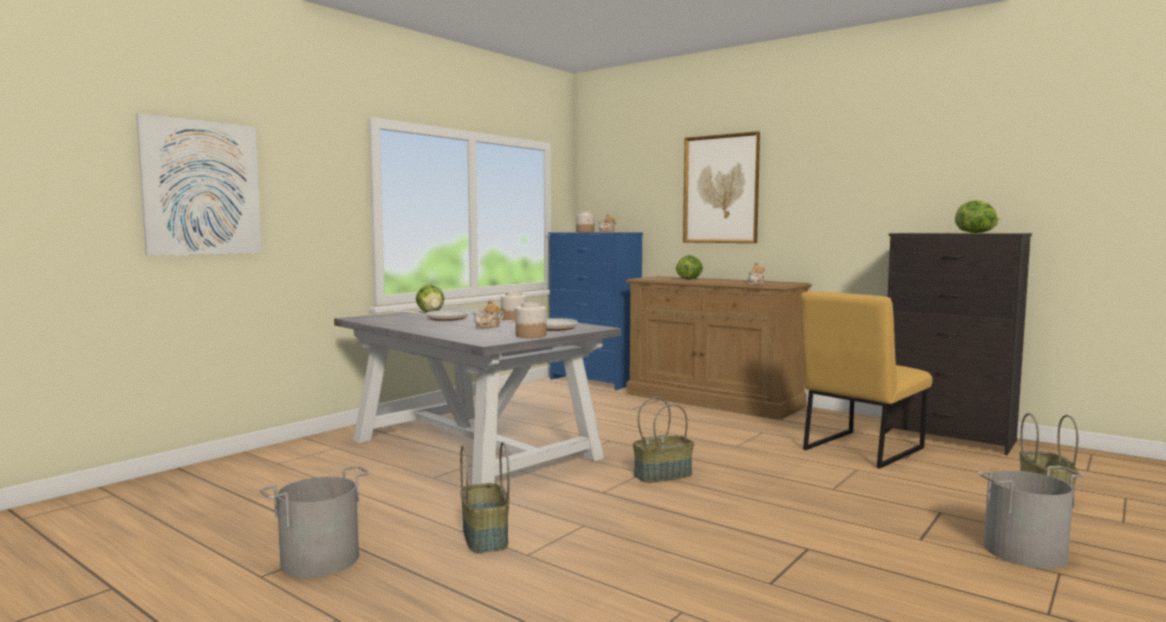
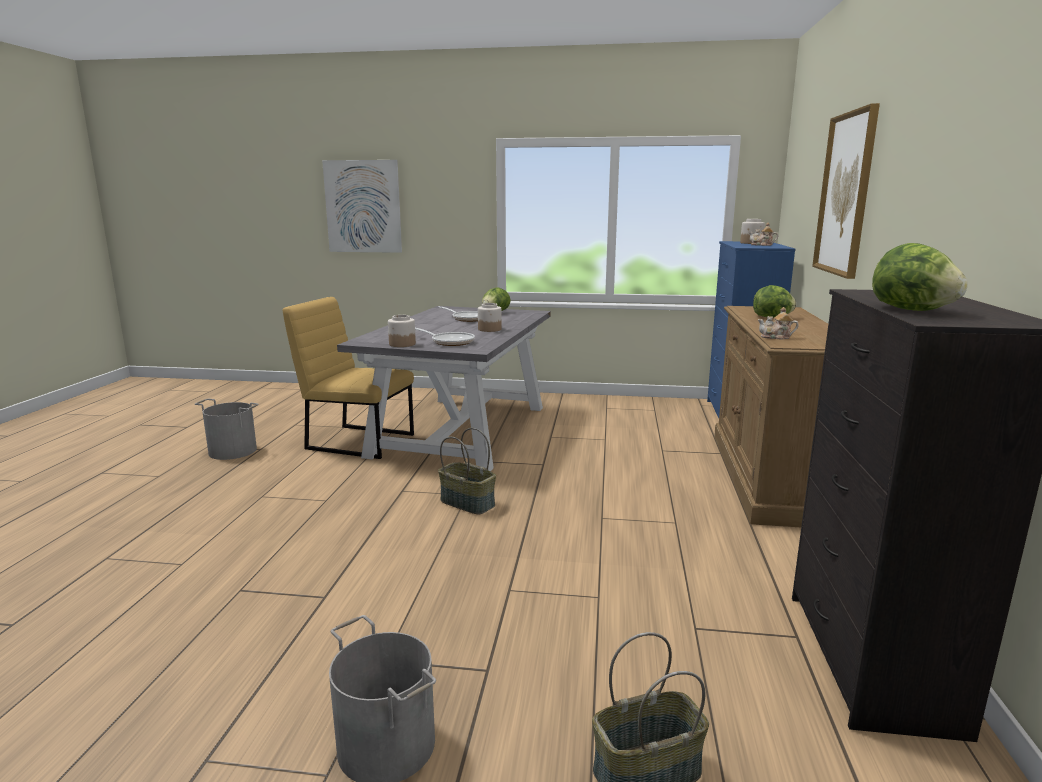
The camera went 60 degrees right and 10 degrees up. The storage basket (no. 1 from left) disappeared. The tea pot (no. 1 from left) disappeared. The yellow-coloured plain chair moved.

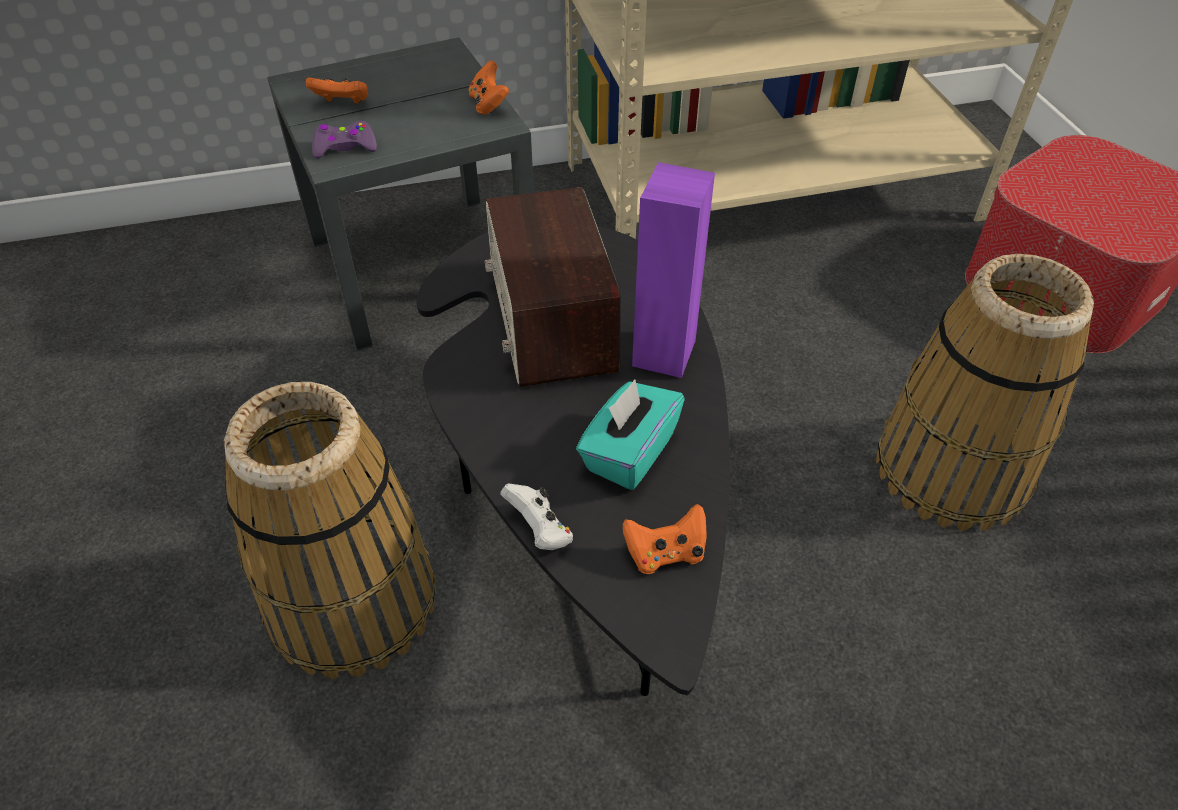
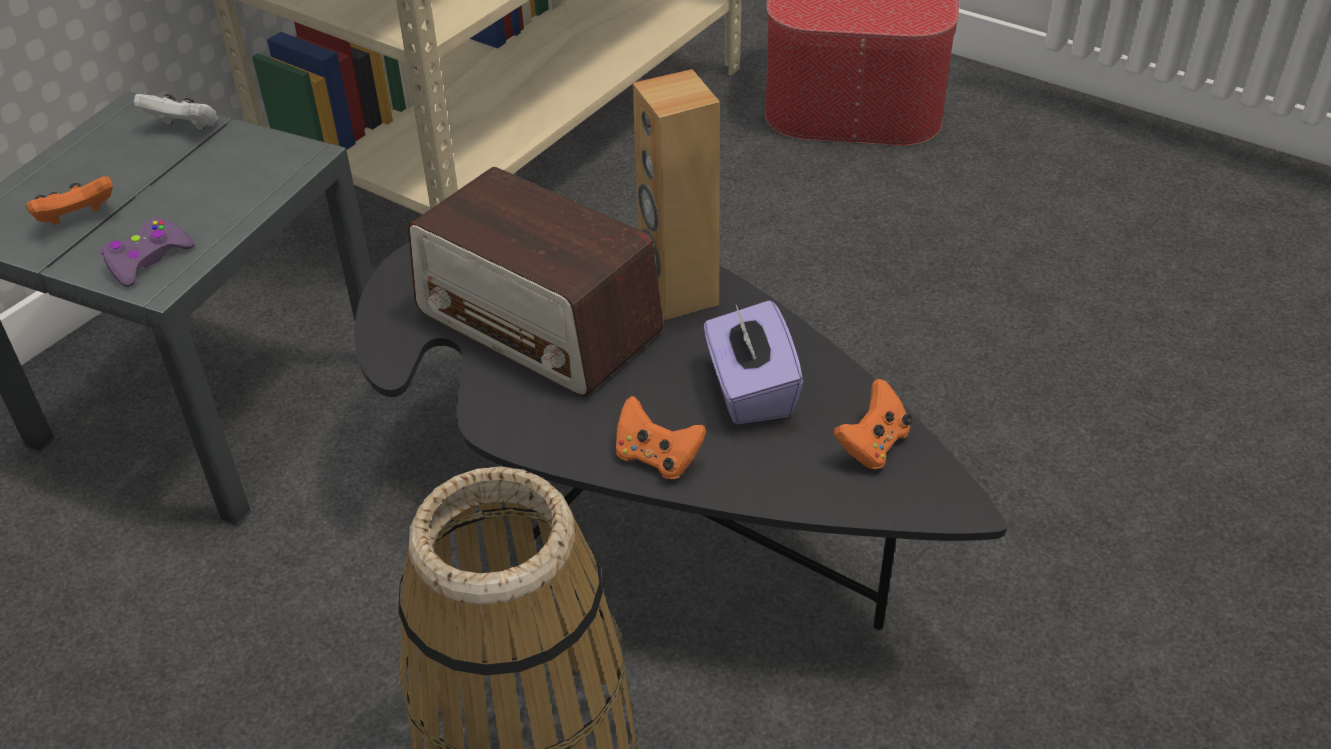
The camera went 40 degrees left and 5 degrees down. The orangey game controller (no. 2 from left) moved. The white-coloured game controller moved. The turquoise tissue box became the purple-coloured tissue box. The purple-coloured loudspeaker became the brown-coloured loudspeaker. The storage basket (no. 2 from left) disappeared.

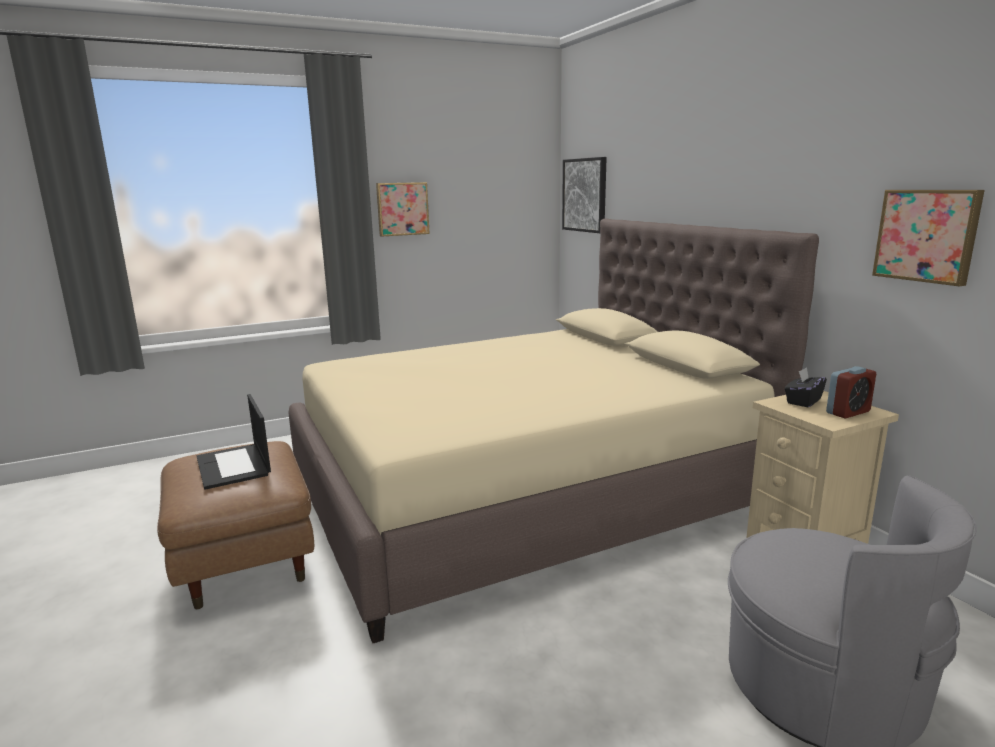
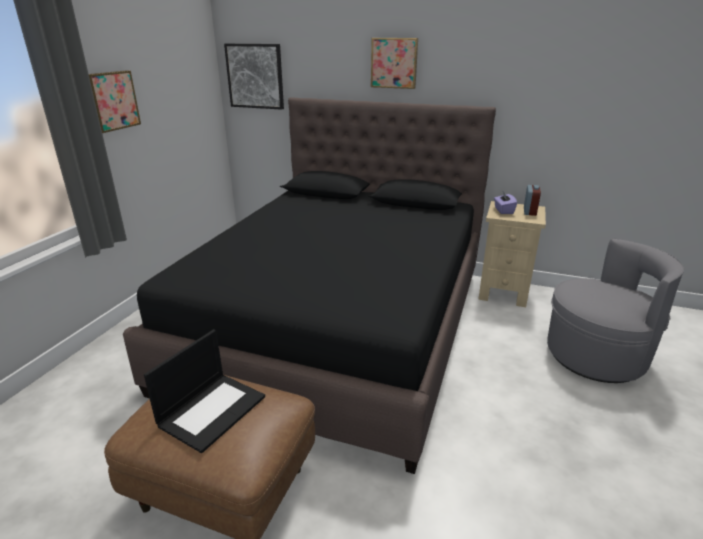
The camera went 45 degrees left and 10 degrees up. The laptop turned 75 degrees counterclockwise. The beige bed became the blackish bed. The blackish tissue box became the purple-coloured tissue box. The picture (no. 3 from left) moved.

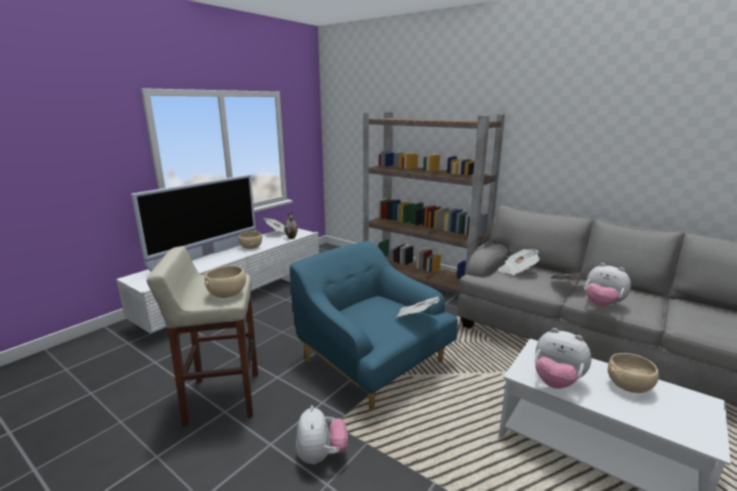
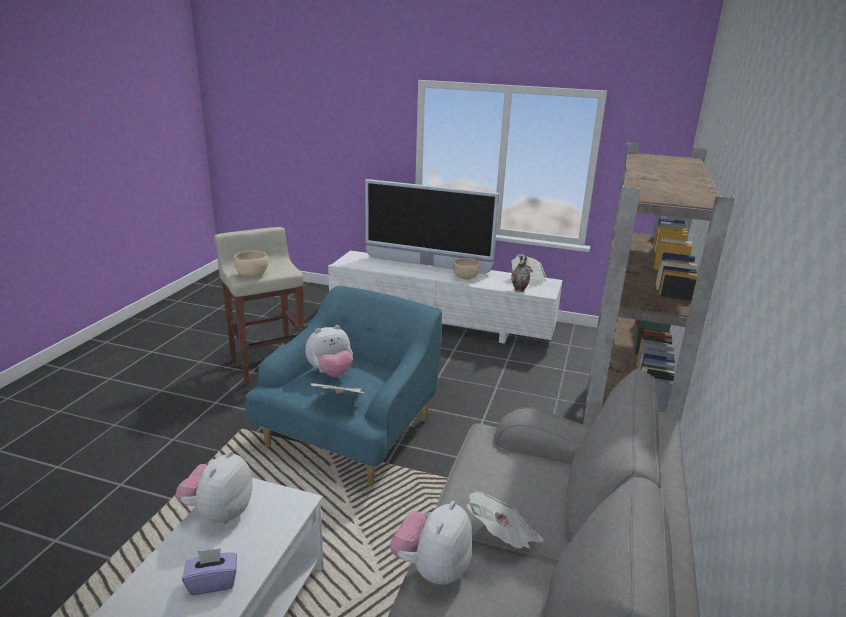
The camera went 70 degrees right and 5 degrees up. The cuddly toy (no. 1 from left in the first image) moved. The daily paper (no. 3 from left) disappeared. The beige bowl (no. 3 from left) was replaced by the purple-coloured tissue box.

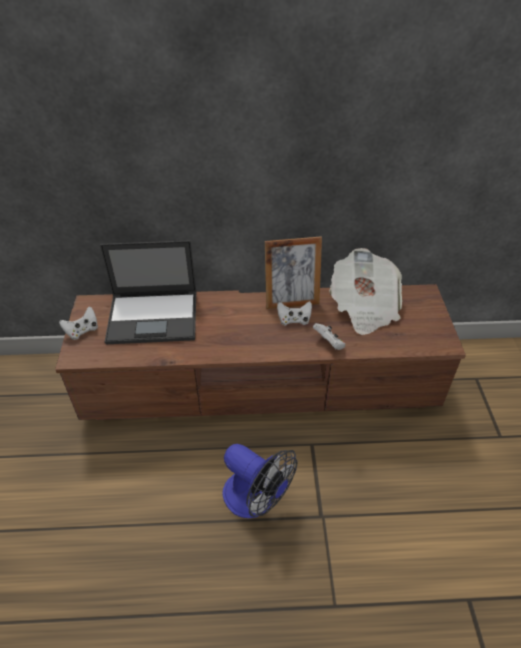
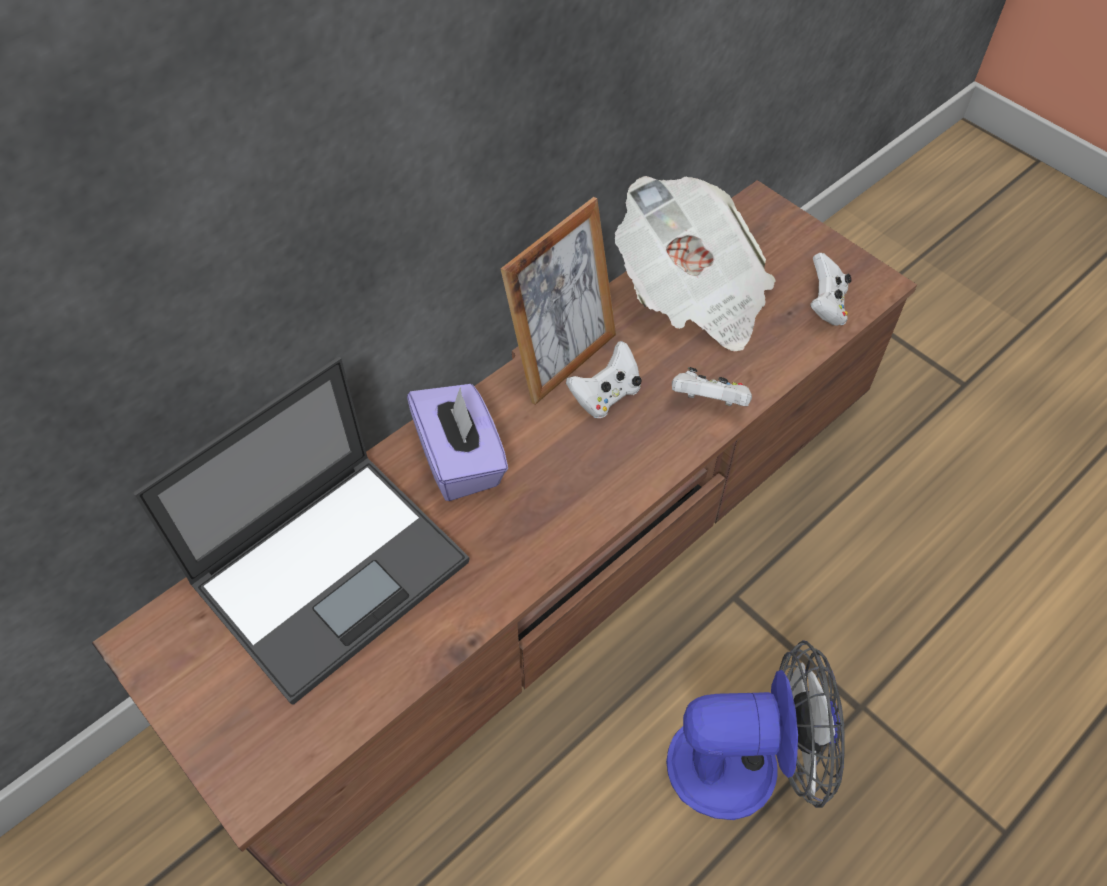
The camera went 40 degrees left and 10 degrees up. The white-coloured game controller (no. 1 from left in the first image) moved. The purple-coloured tissue box appeared.

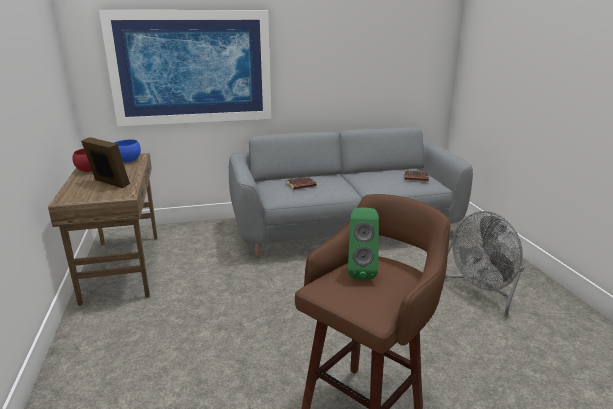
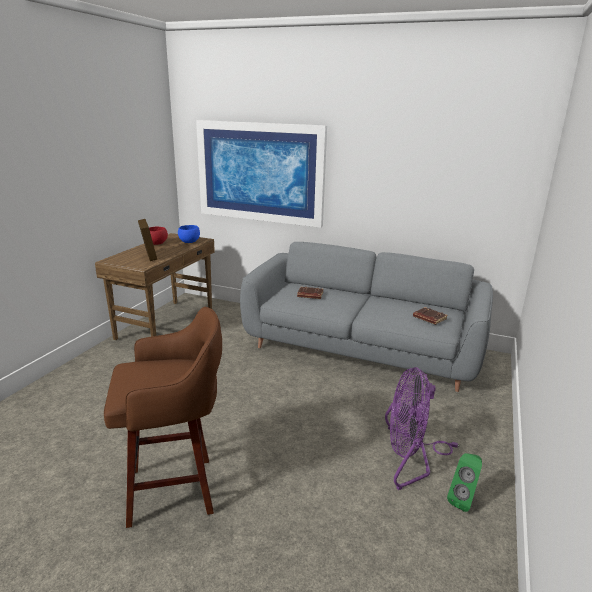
The camera went 35 degrees right and 0 degrees up. The greenish loudspeaker moved. The gray electric fan became the purple-coloured electric fan.

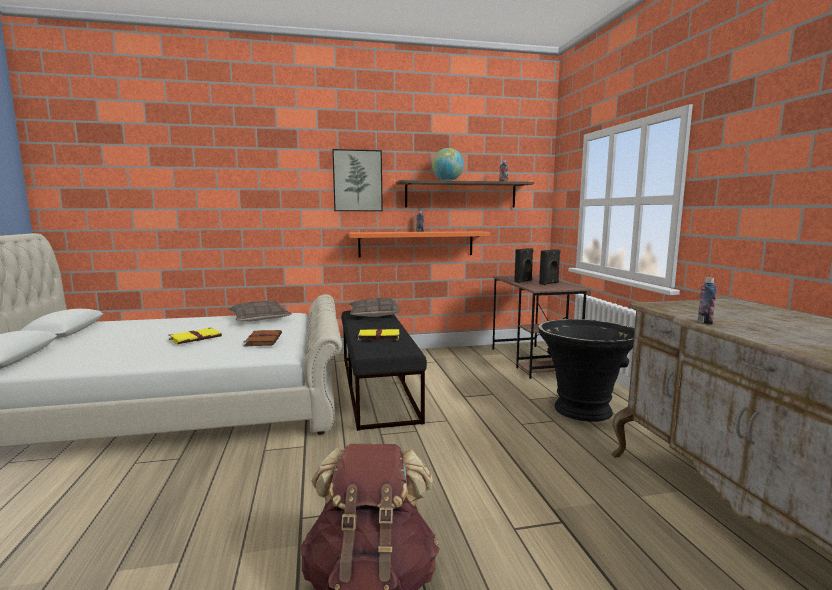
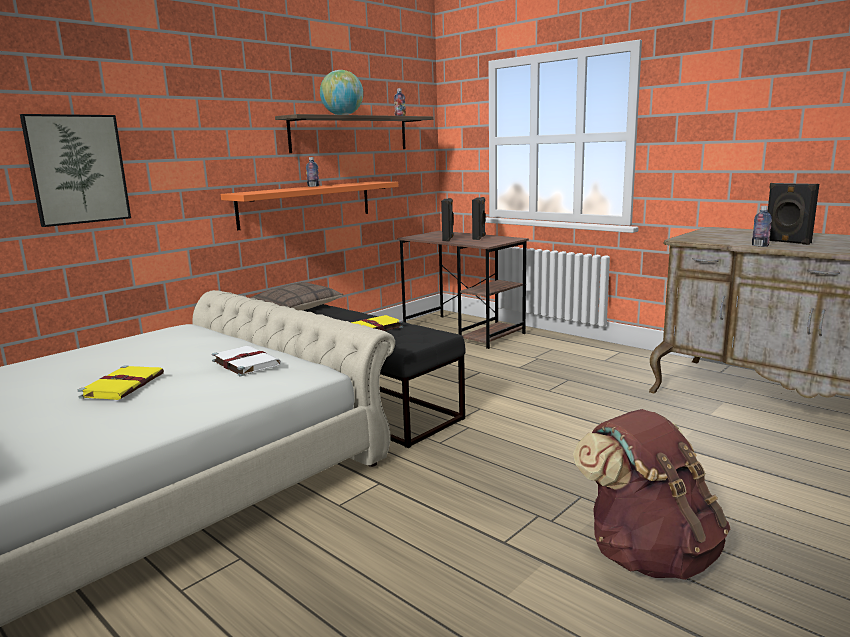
The camera went 35 degrees left and 5 degrees up. The pillow (no. 1 from left) disappeared. The brown-coloured bound book became the white-coloured bound book. The picture moved. The blackish plant pot disappeared. The blackish loudspeaker (no. 3 from left) appeared.

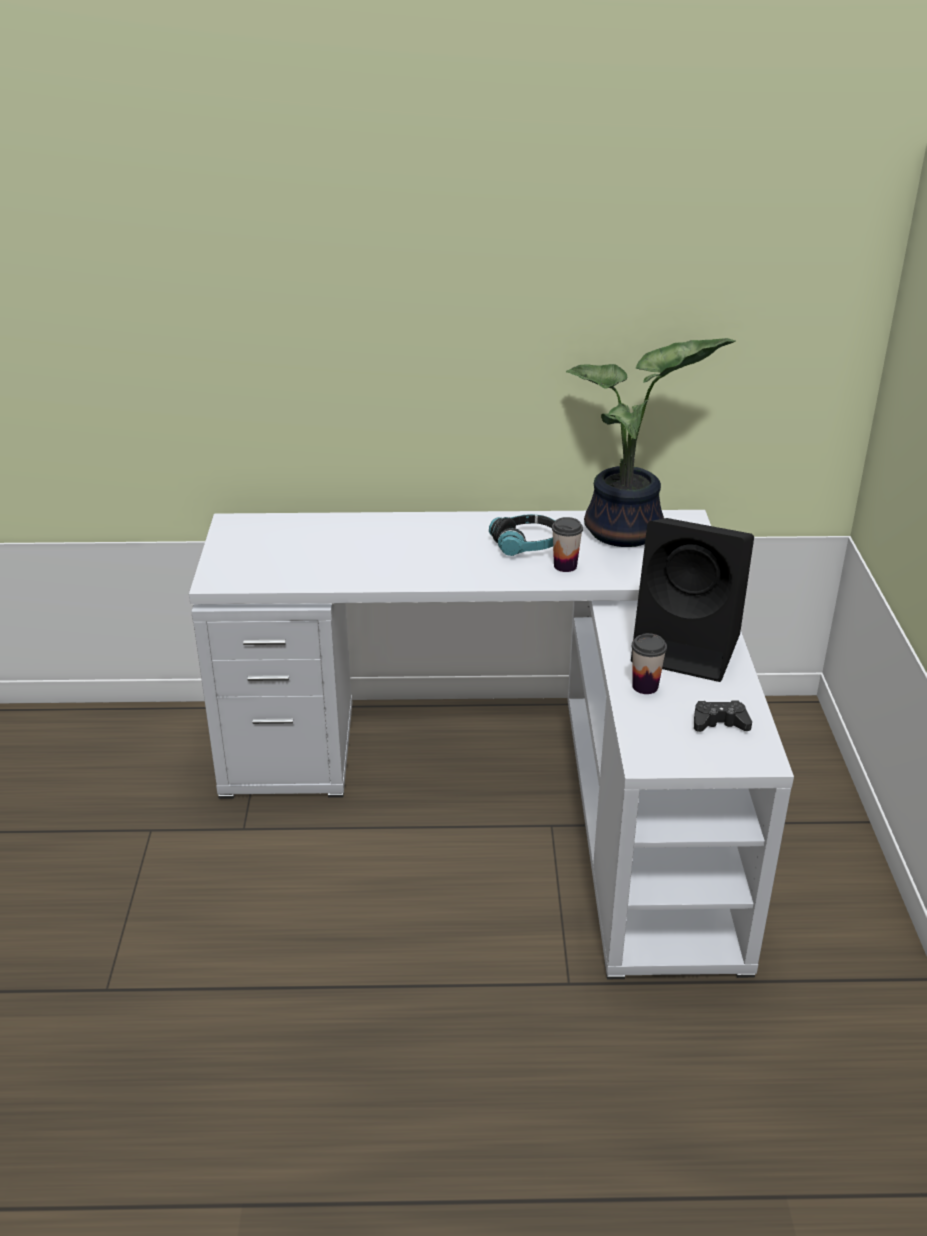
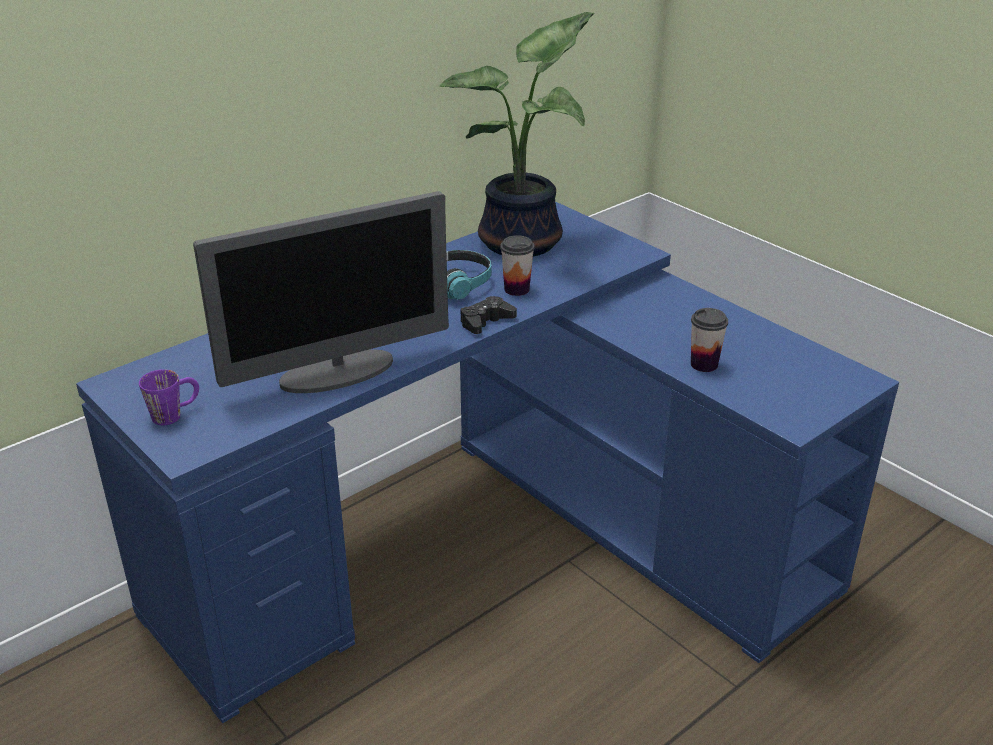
The camera went 40 degrees left and 0 degrees up. The white-coloured desk unit became the bluish desk unit. The blackish loudspeaker disappeared. The blackish game controller moved. The purple-coloured mug appeared. The computer display appeared.

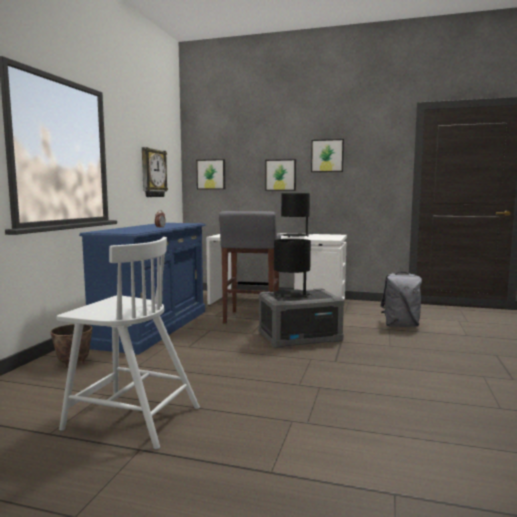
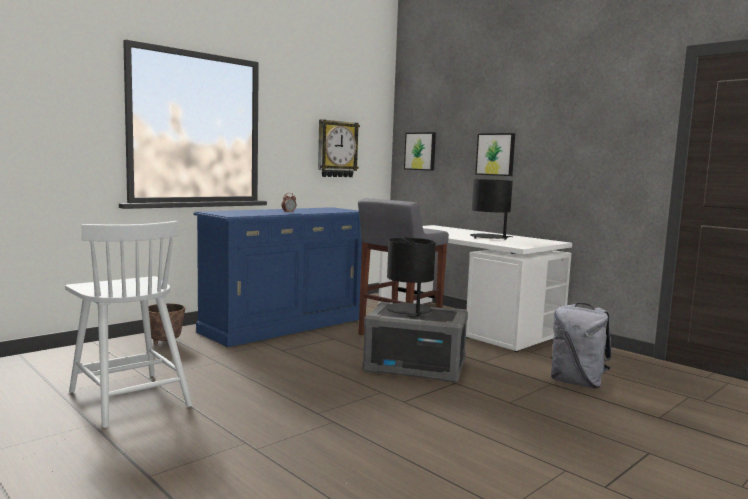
The camera went 30 degrees right and 0 degrees up. The picture (no. 3 from left) disappeared.

